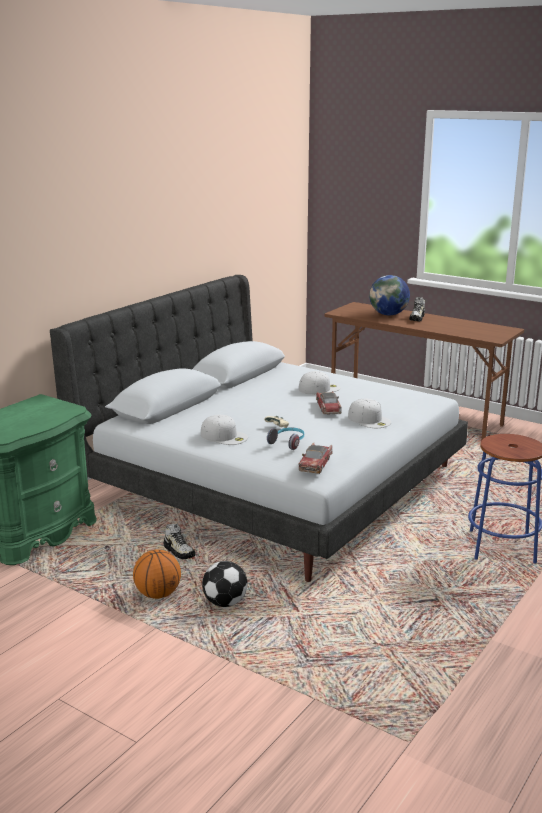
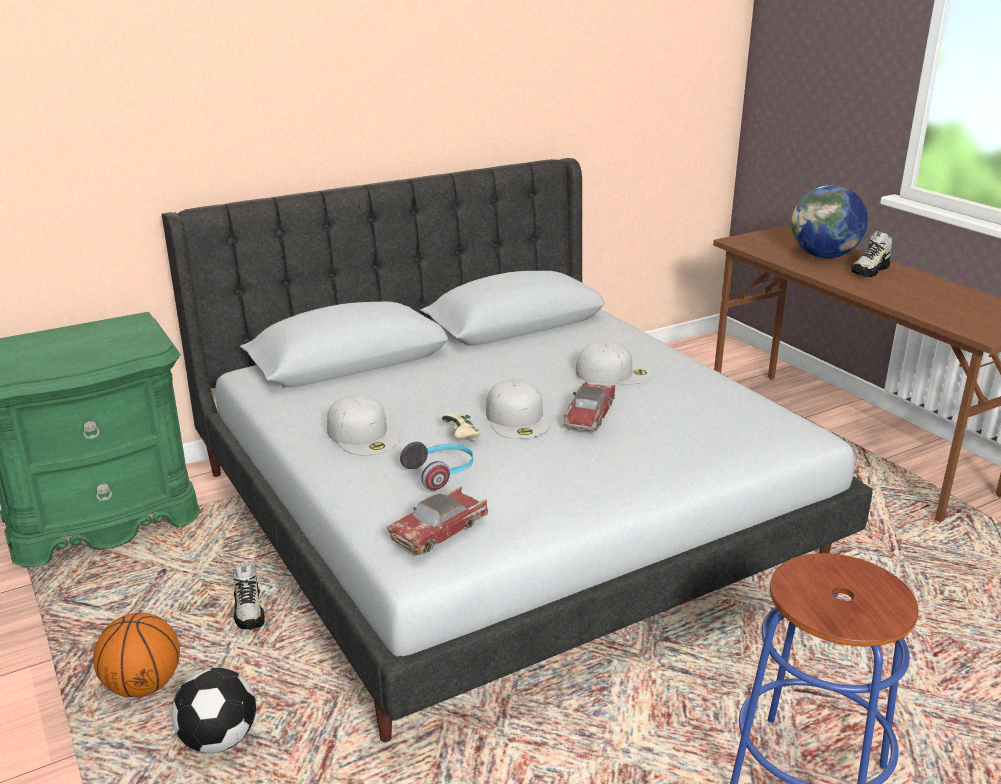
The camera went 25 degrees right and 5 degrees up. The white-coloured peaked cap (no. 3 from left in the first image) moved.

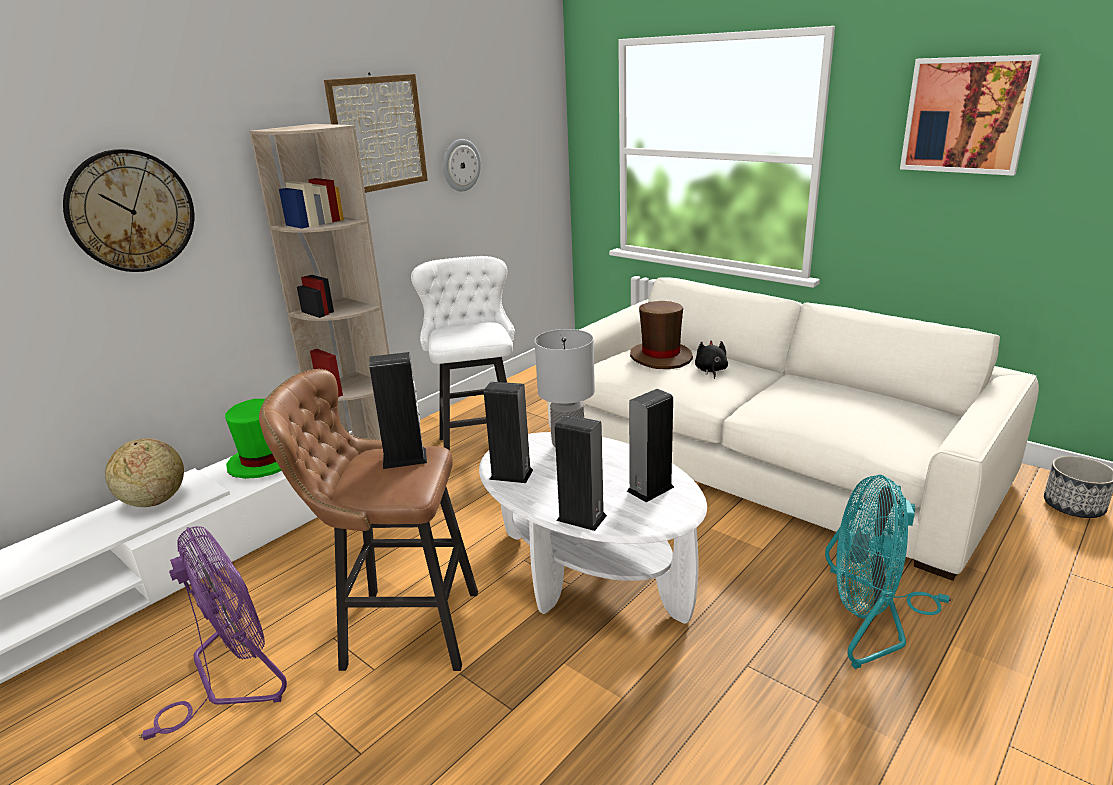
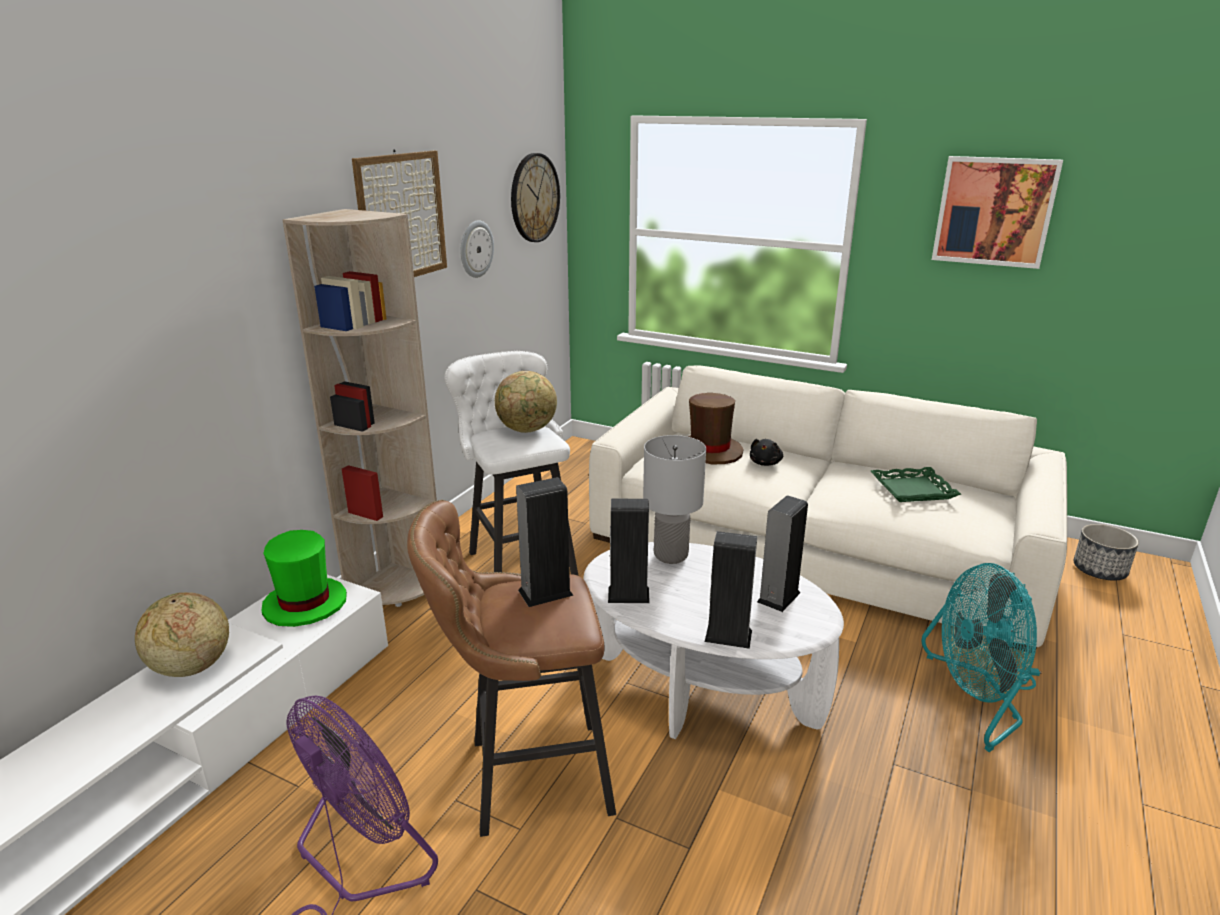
The camera went 15 degrees left and 0 degrees up. The wall clock (no. 1 from left in the first image) moved. The blackish cuddly toy turned 150 degrees counterclockwise. The desk globe (no. 2 from left) appeared. The greenish carrying tray appeared.

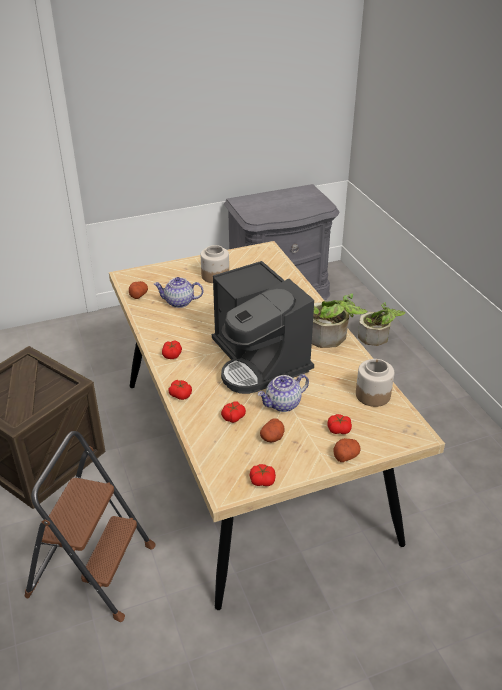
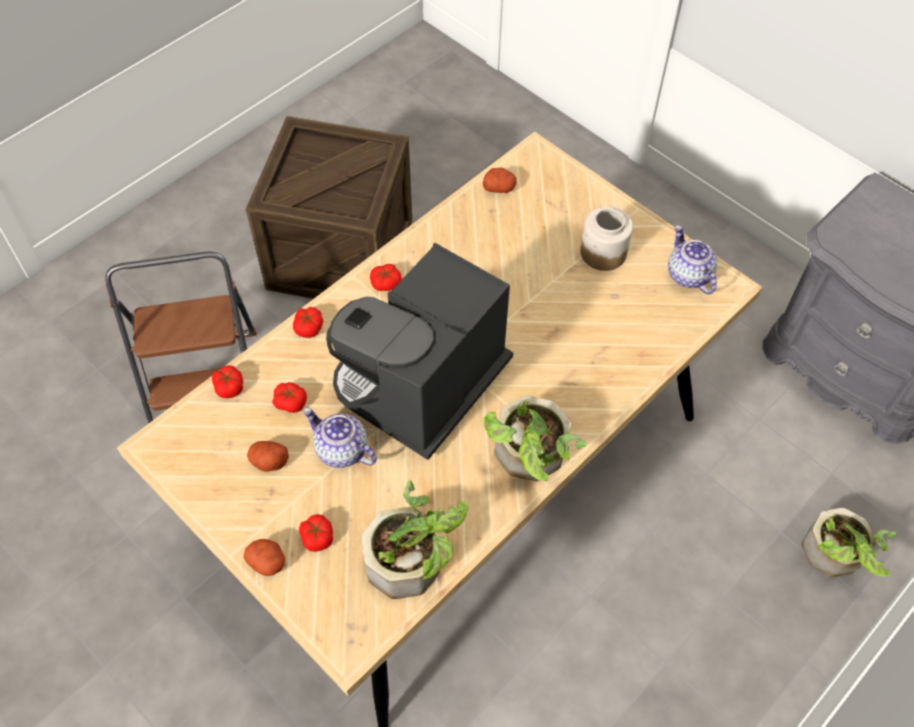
The camera went 65 degrees right and 20 degrees up. The tea pot (no. 1 from left in the first image) moved. The tomato (no. 4 from left in the first image) moved. The preserve jar (no. 2 from left) was replaced by the potted plant (no. 1 from left).

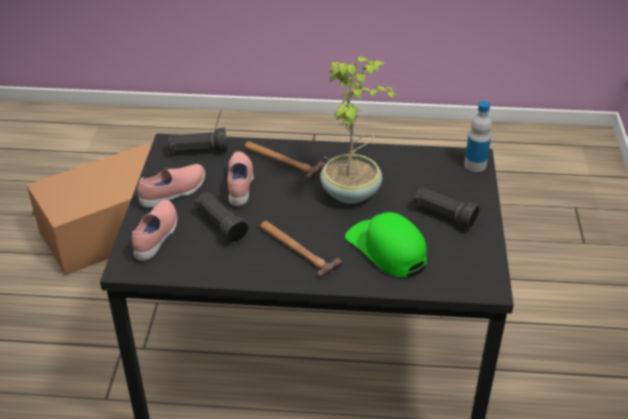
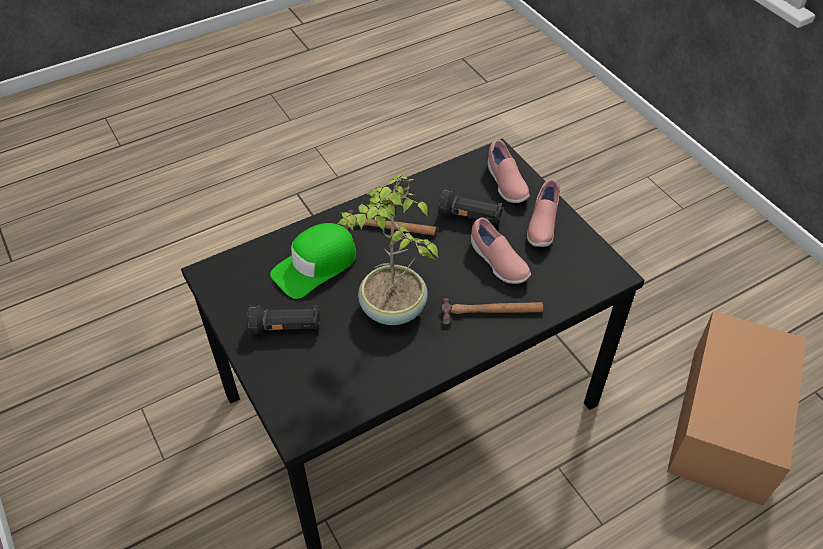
The camera went 145 degrees right and 10 degrees up. The blackish flashlight (no. 1 from left) disappeared. The greenish peaked cap turned 120 degrees clockwise. The drink bottle disappeared.

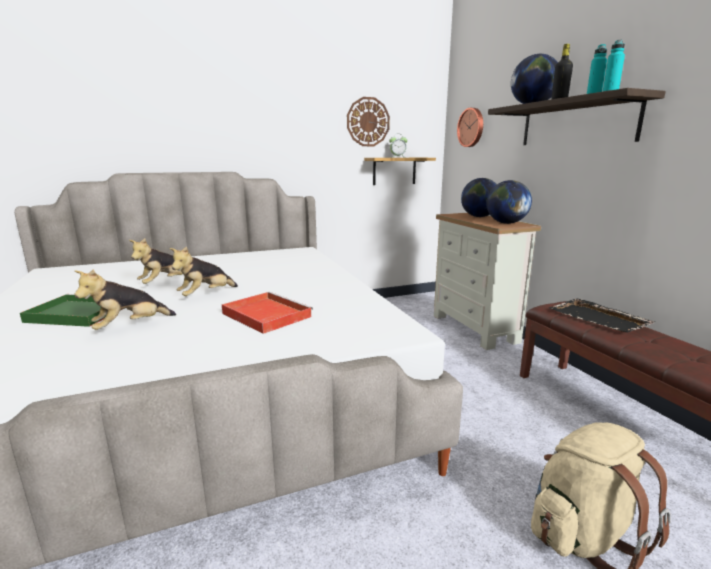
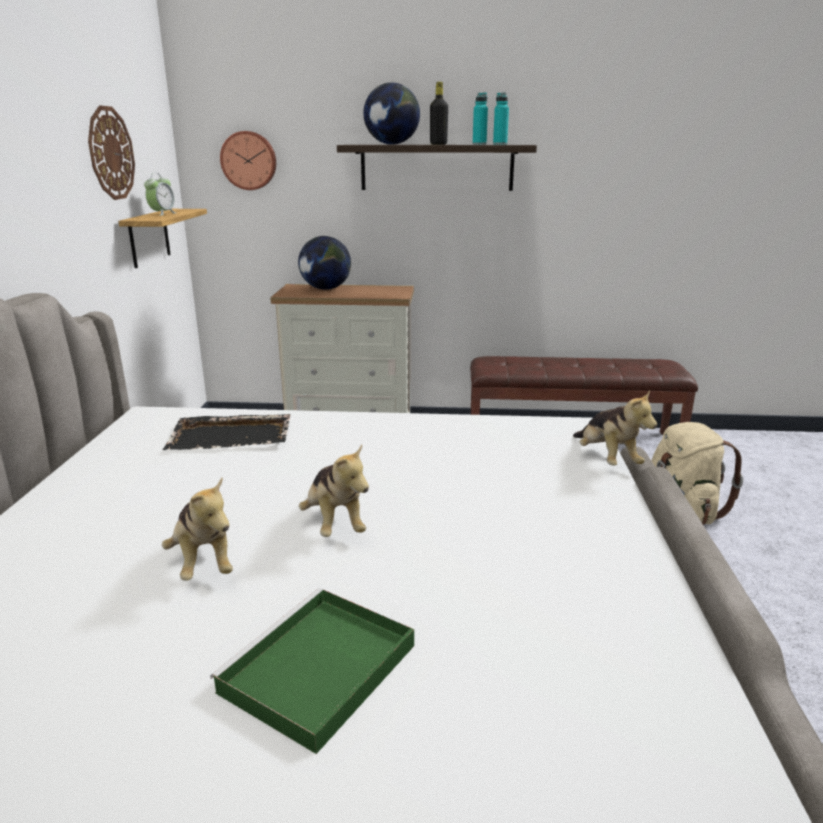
The camera went 65 degrees left and 5 degrees up. The cuddly toy (no. 1 from left in the first image) moved. The red carrying tray disappeared. The desk globe (no. 2 from left) disappeared. The blackish carrying tray moved.

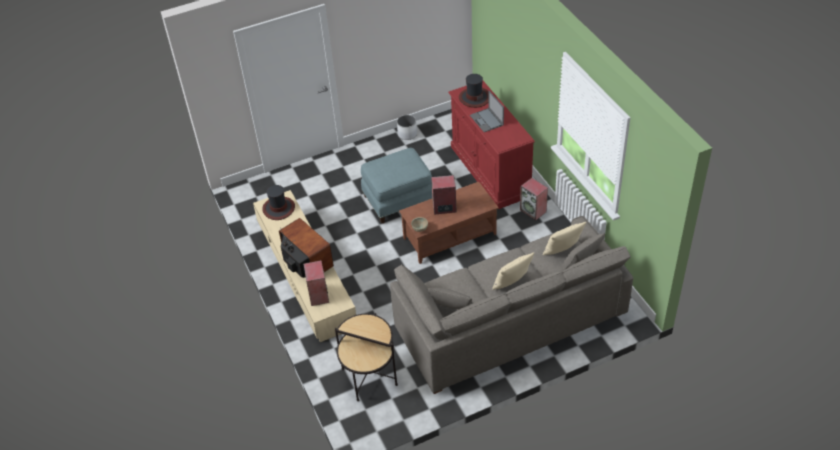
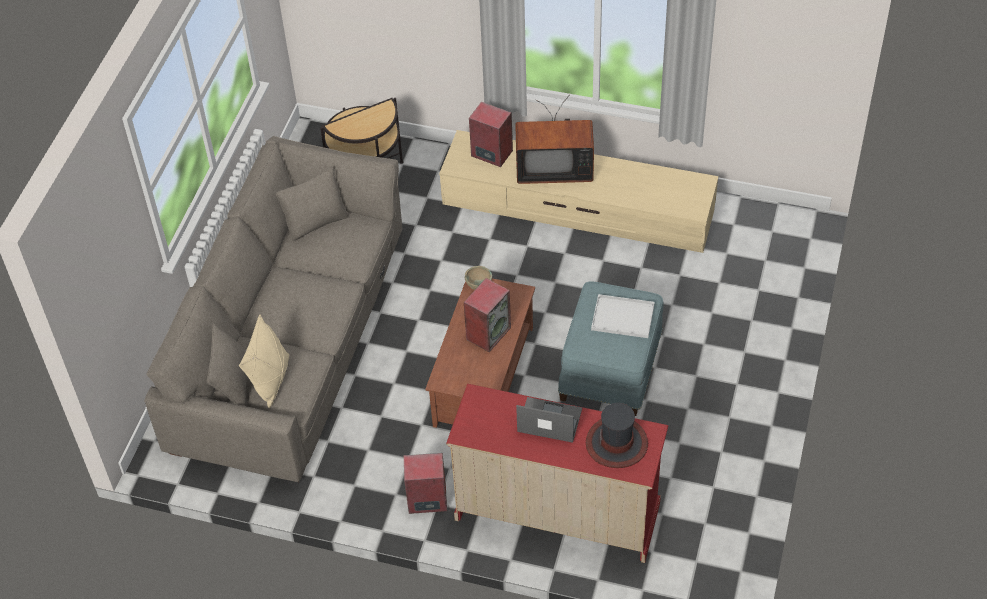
The camera went 130 degrees right and 5 degrees up. The hat (no. 1 from left) disappeared. The white-coloured plant pot disappeared. The beige pillow (no. 1 from left) disappeared. The white-coloured carrying tray appeared.

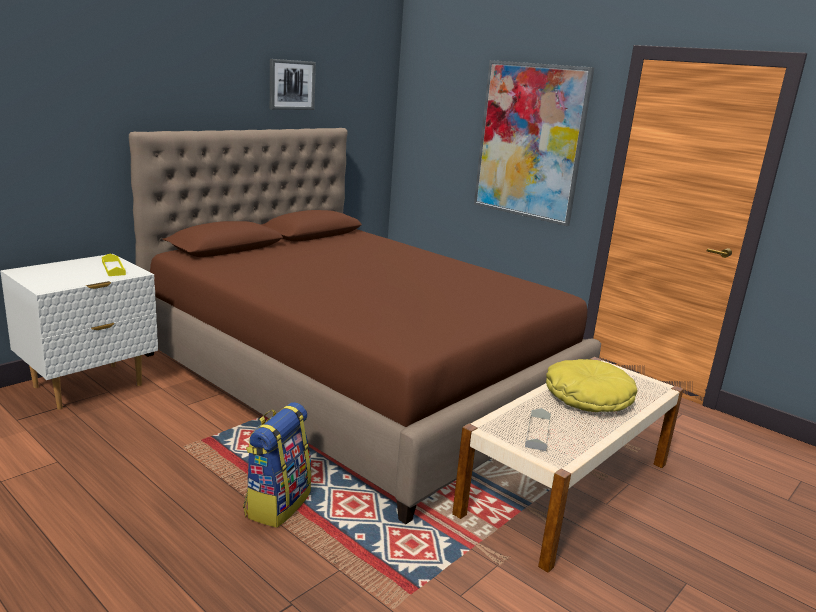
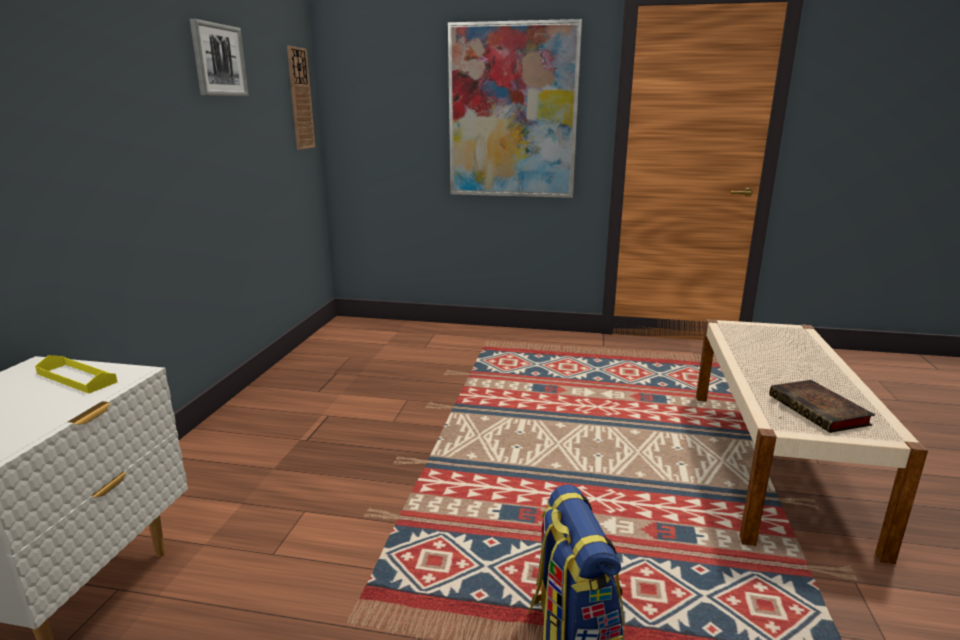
The camera went 30 degrees left and 0 degrees up. The brown-coloured bed disappeared. The gray carrying tray was replaced by the bound book. The yellow-coloured pillow disappeared. The wall clock appeared.

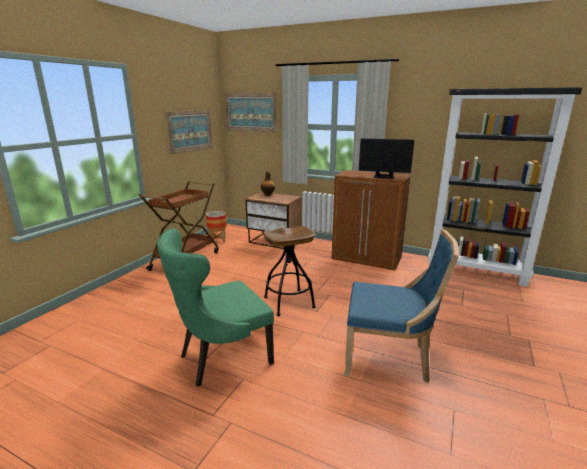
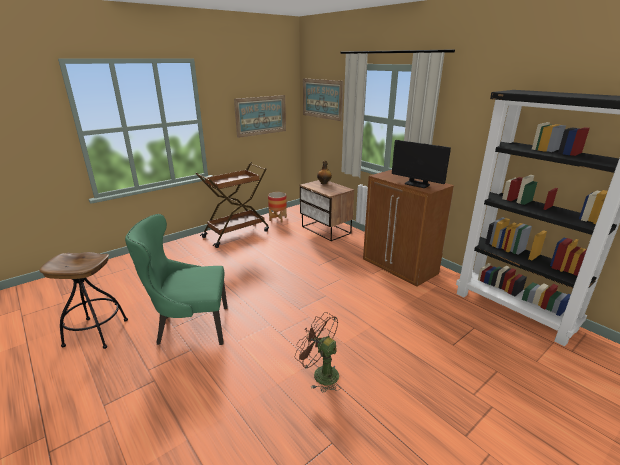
The camera went 25 degrees right and 5 degrees up. The brown-coloured sitting stool moved. The bluish plain chair was replaced by the brown-coloured electric fan.

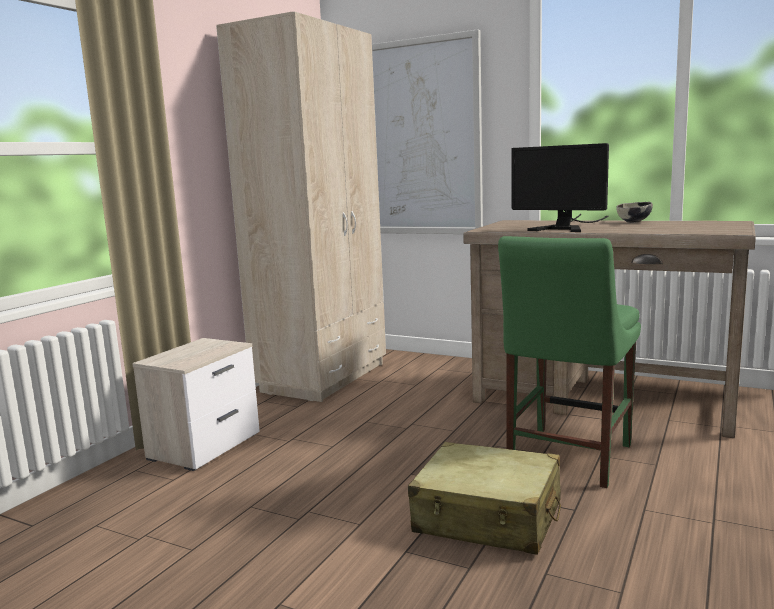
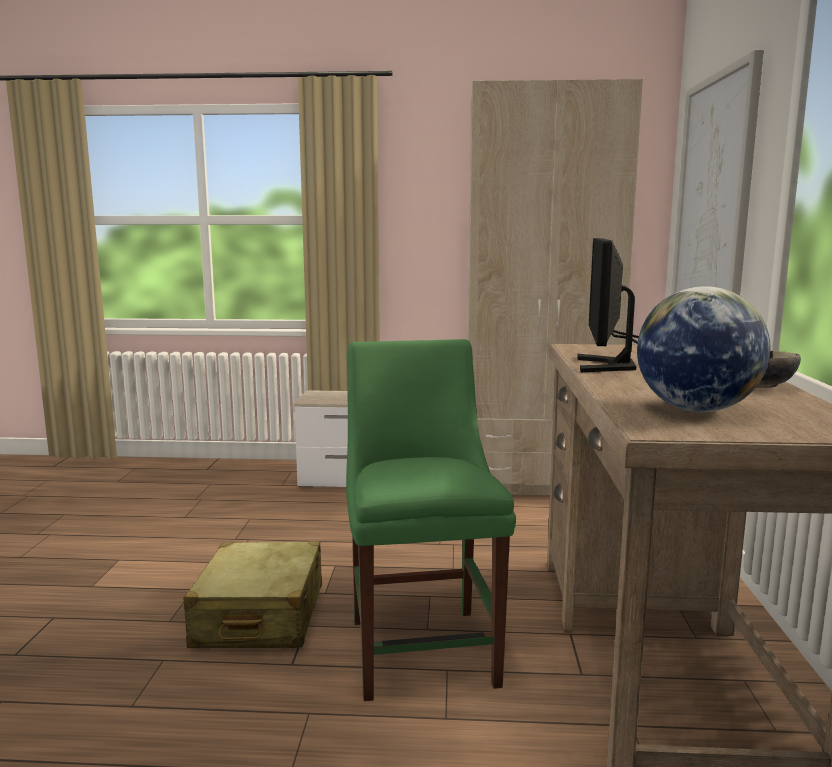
The camera went 65 degrees right and 0 degrees up. The greenish plain chair turned 75 degrees clockwise. The desk globe appeared.

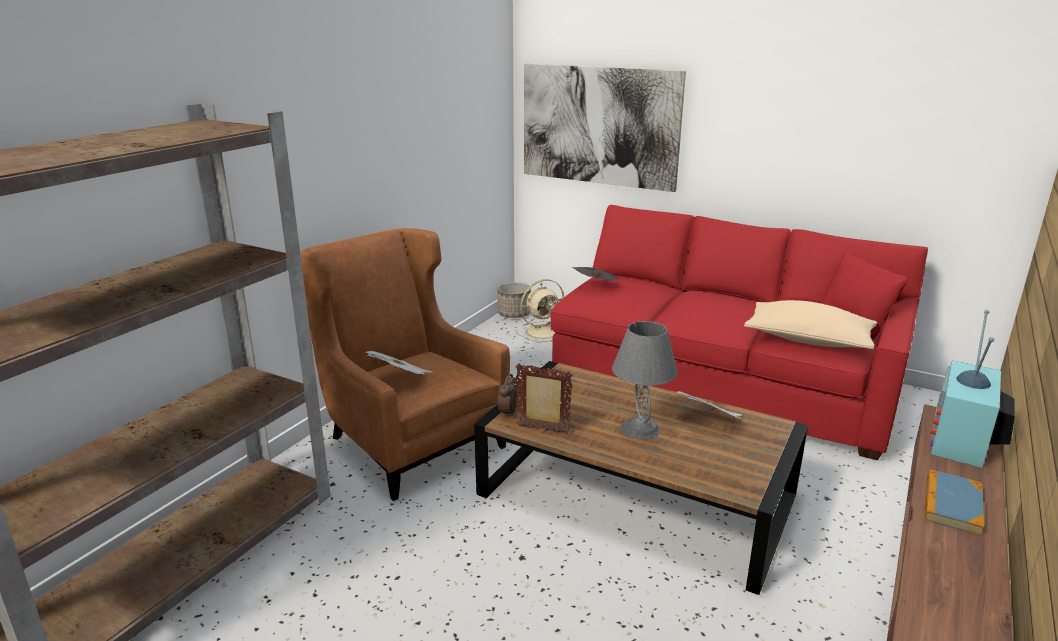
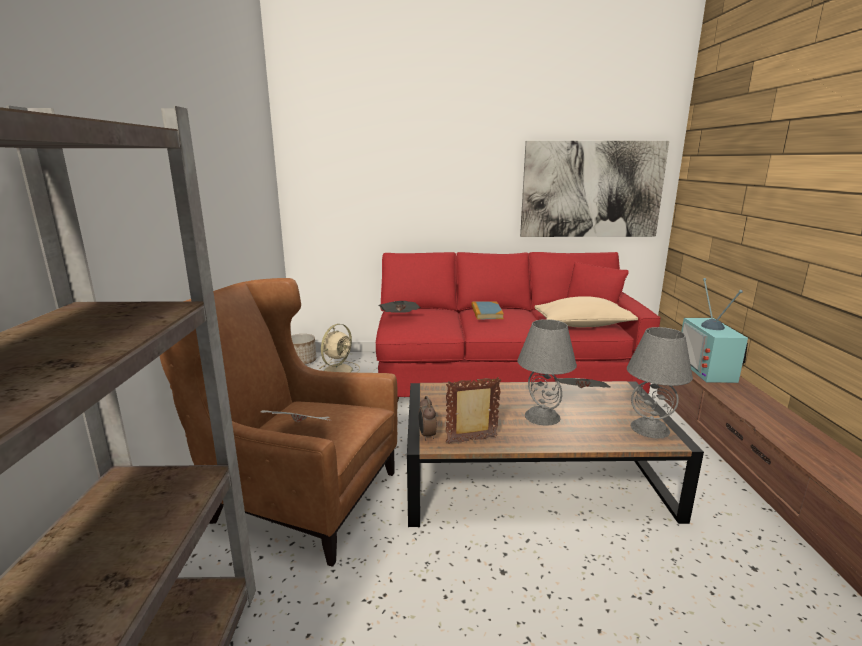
The camera went 30 degrees left and 5 degrees down. The picture moved. The bound book moved. The gray table lamp (no. 2 from left) appeared.

